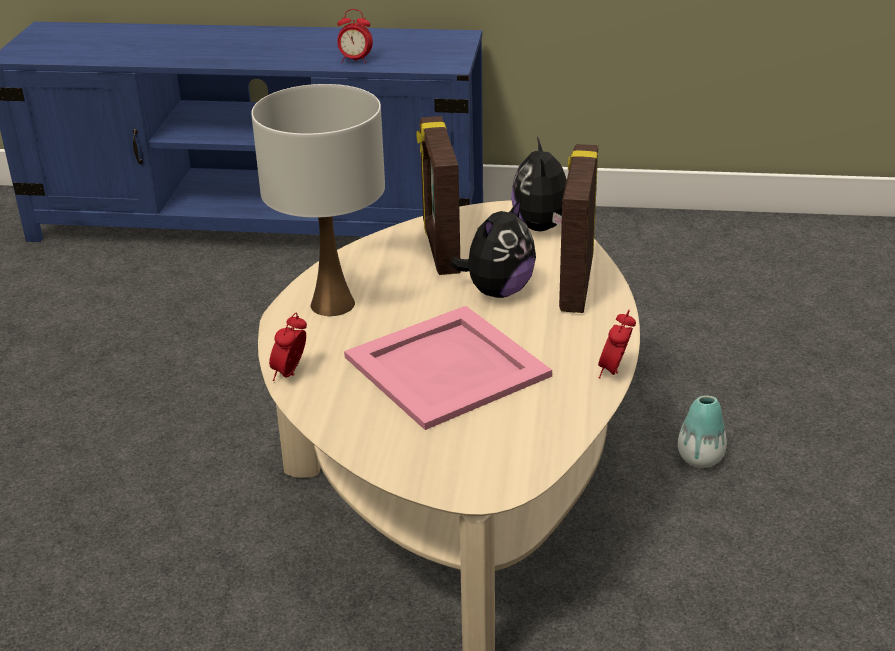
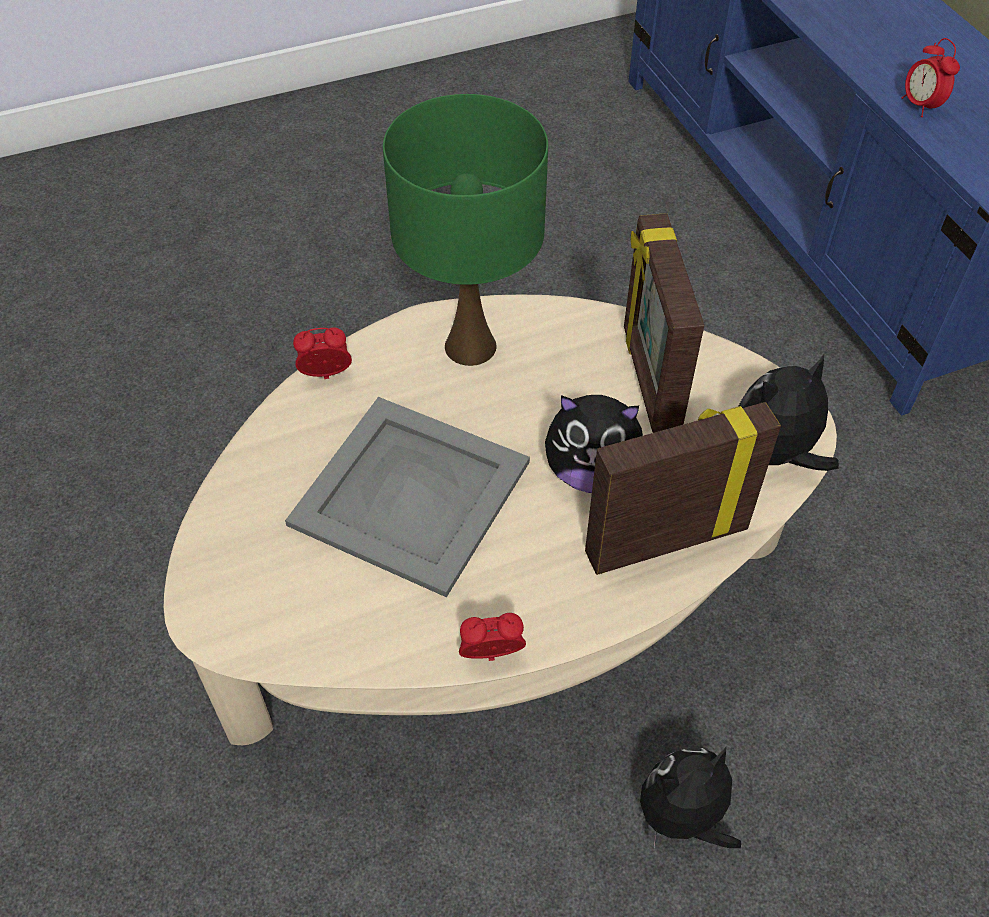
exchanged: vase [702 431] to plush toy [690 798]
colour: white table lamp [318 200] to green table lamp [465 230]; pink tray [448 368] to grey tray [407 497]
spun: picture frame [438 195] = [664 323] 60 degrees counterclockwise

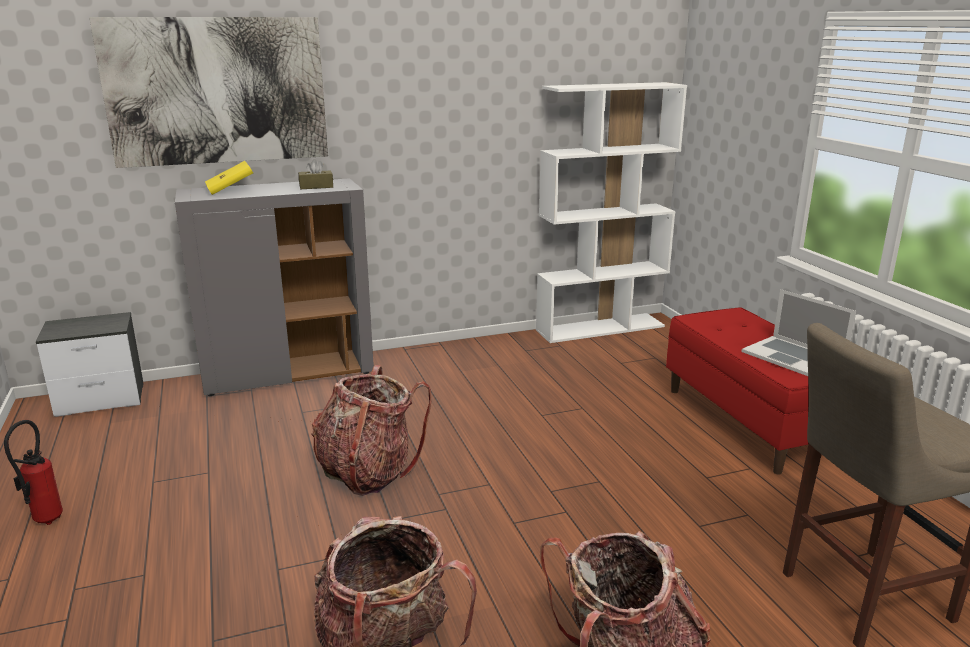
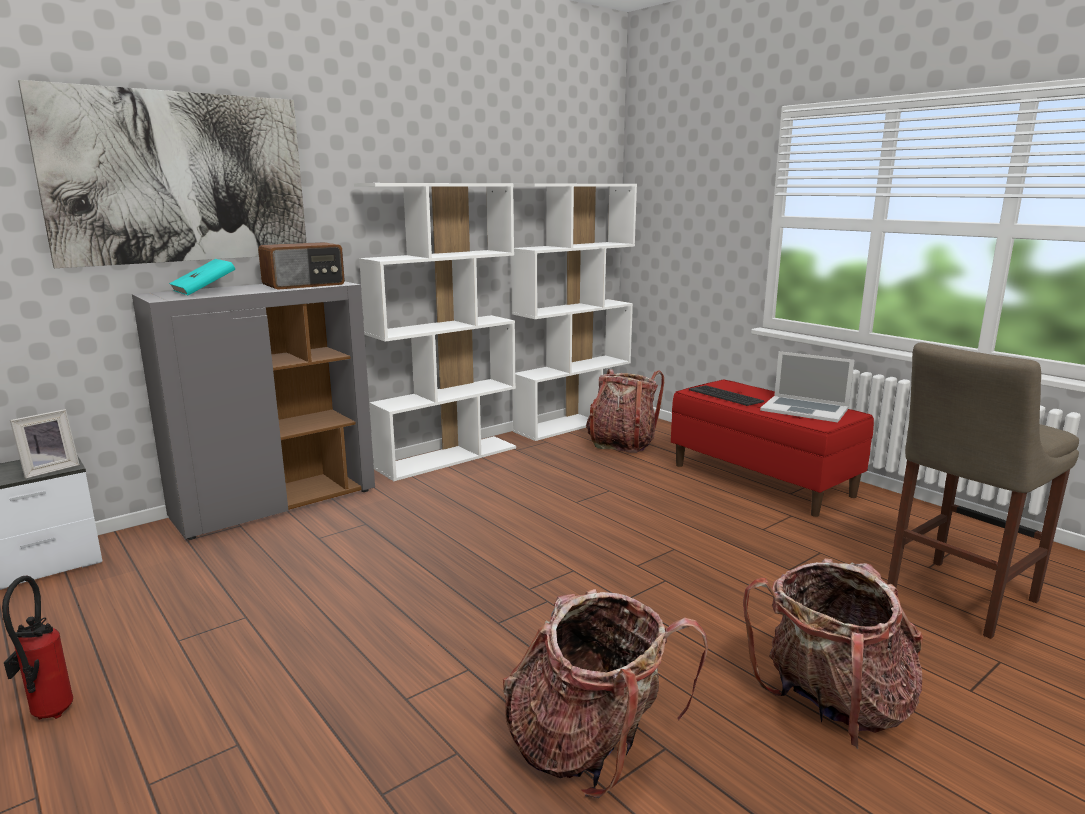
appeared: picture frame [45 444]; white bookcase [435 332]; keyboard [726 395]
relocated: backpack [372 430] to [625 411]
exchanged: brown tissue box [315 174] to radio [301 266]
colour: yellow book [229 178] to turquoise book [202 277]

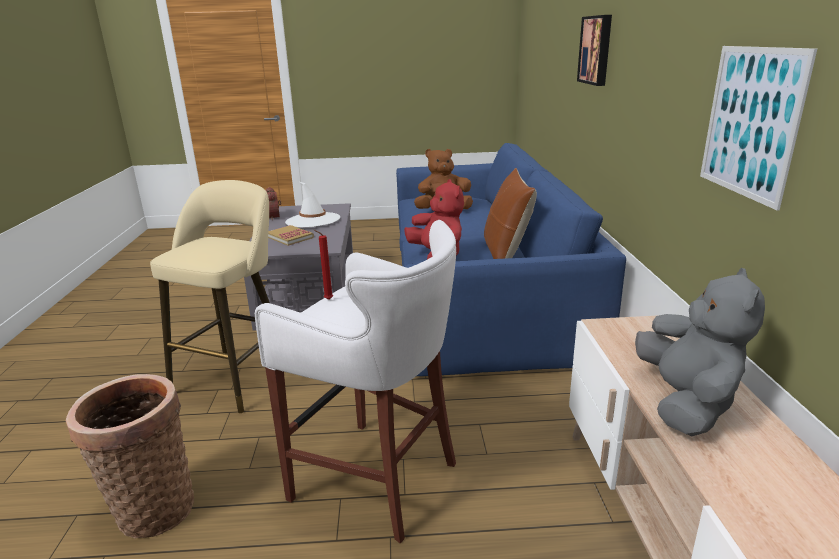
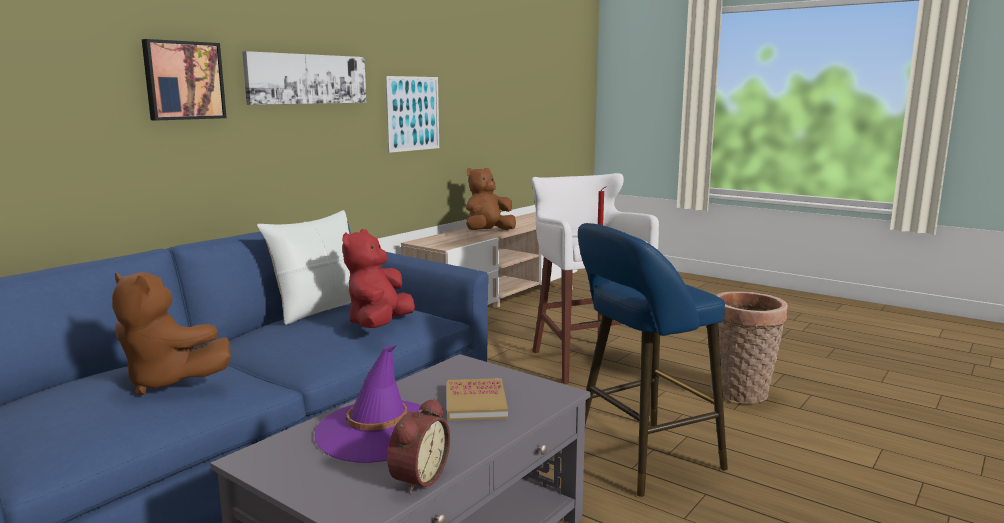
appeared: picture [304 78]
colour: beige stool [210 296] to blue stool [653 360]; white hat [312 205] to purple hat [369 404]; brown pillow [510 213] to white pillow [304 267]; grey plush toy [700 352] to brown plush toy [491 199]

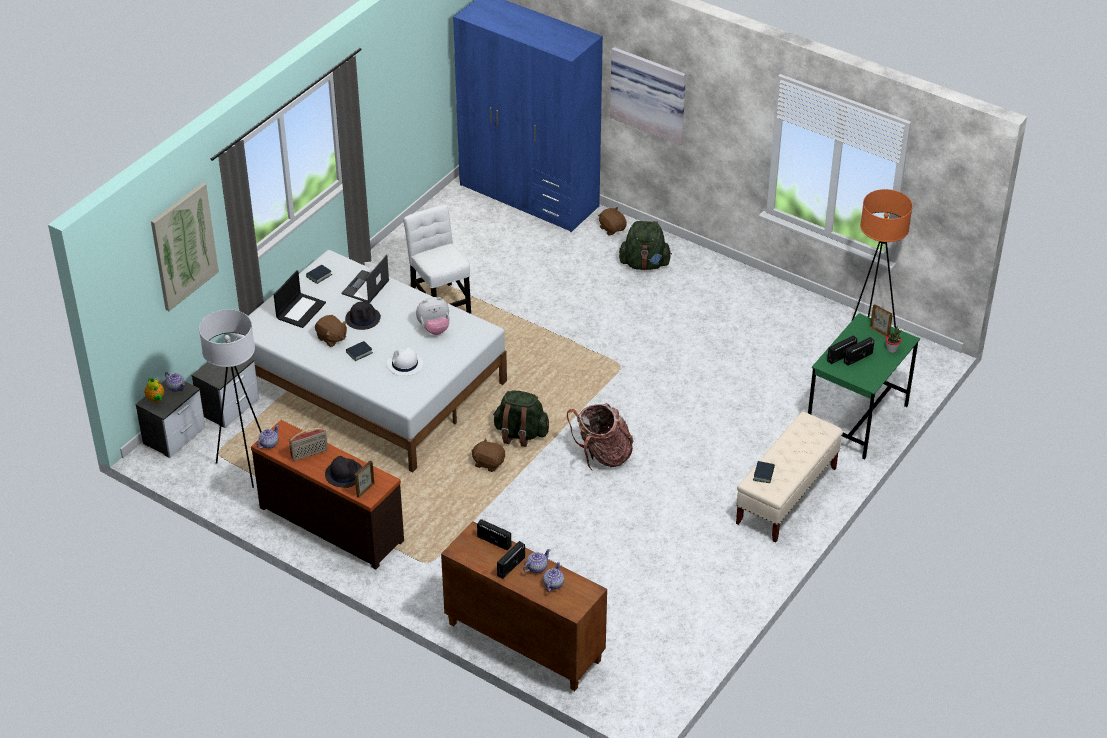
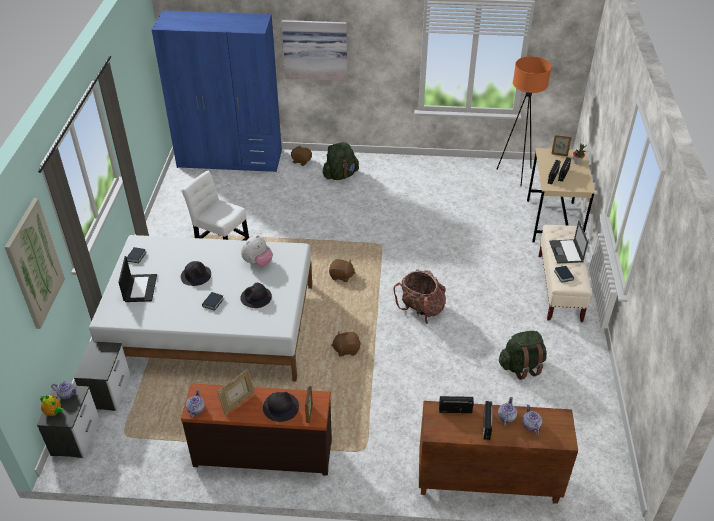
missing: white floor lamp [230 398]
relocated: brown plush toy [331 331] to [342 270]; laptop [365 279] to [568 242]; green backpack [521 419] to [523 355]
exchanged: radio [308 444] to picture frame [236 392]
colour: white hat [405 362] to black hat [256 295]; green desk [864 386] to beige desk [561 195]

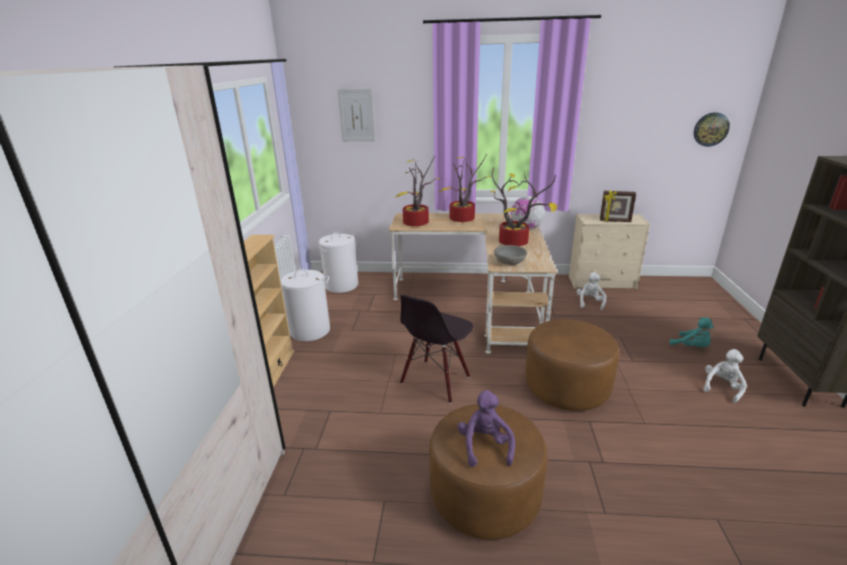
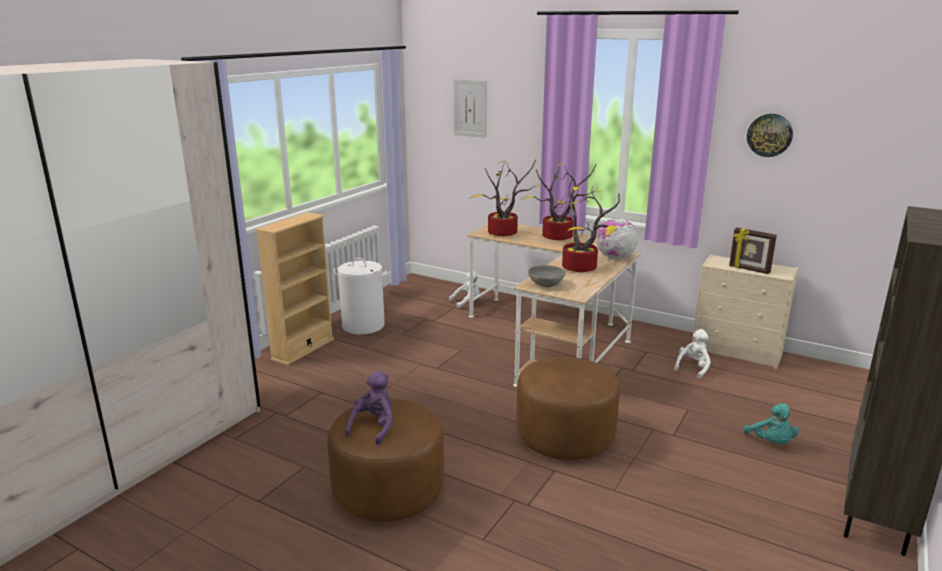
missing: white laundry basket [338 262]; black chair [437 349]
relocated: wall clock [712 129] to [770 135]; white plush toy [725 376] to [464 290]

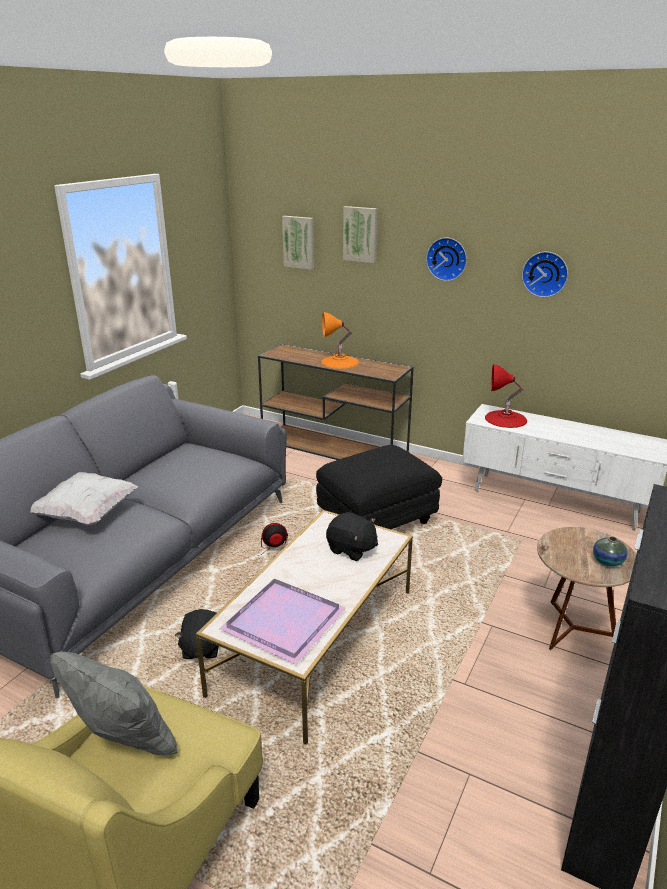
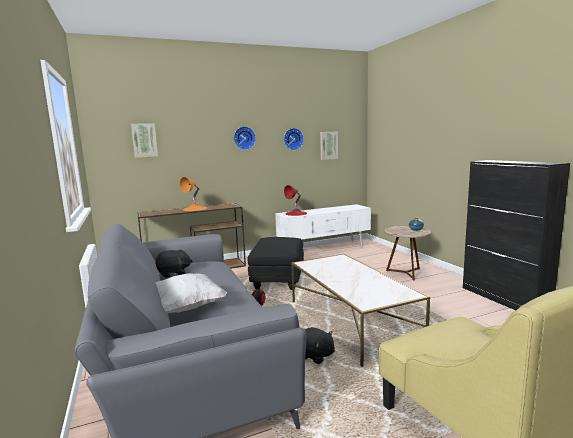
missing: grey pillow [114 703]; purple tray [282 622]
relocated: black plush toy [352 536] to [173 264]; picture [360 234] to [329 146]

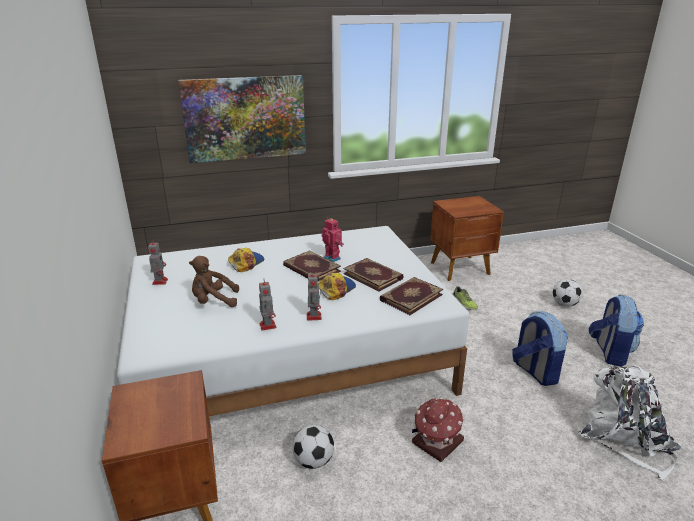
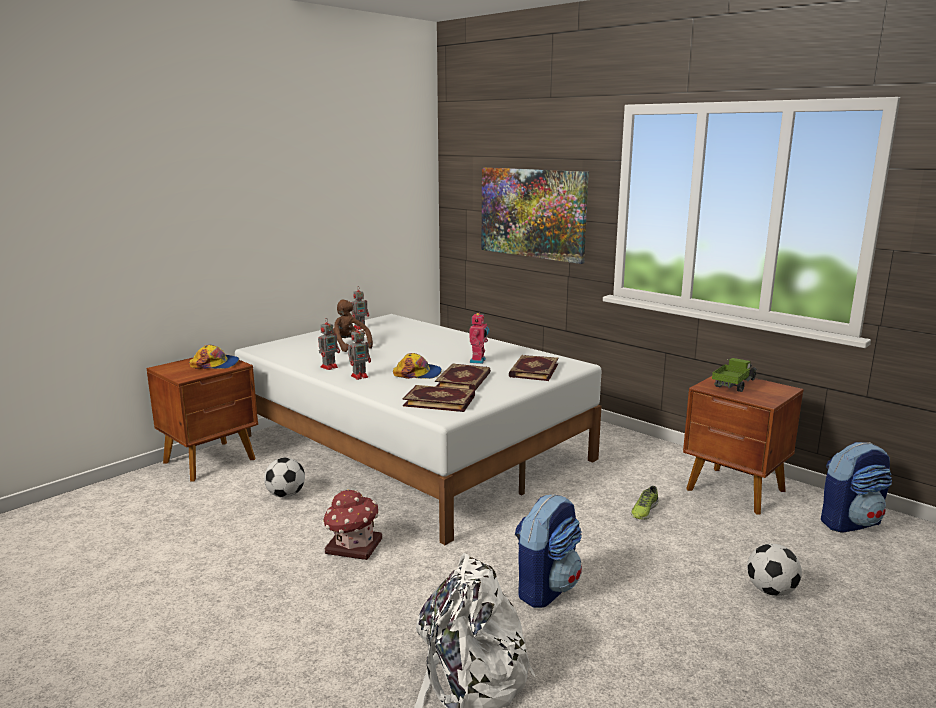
appeared: toy truck [734 375]
relocated: cap [246 260] to [214 357]; book [312 266] to [533 368]; backpack [616 330] to [856 487]

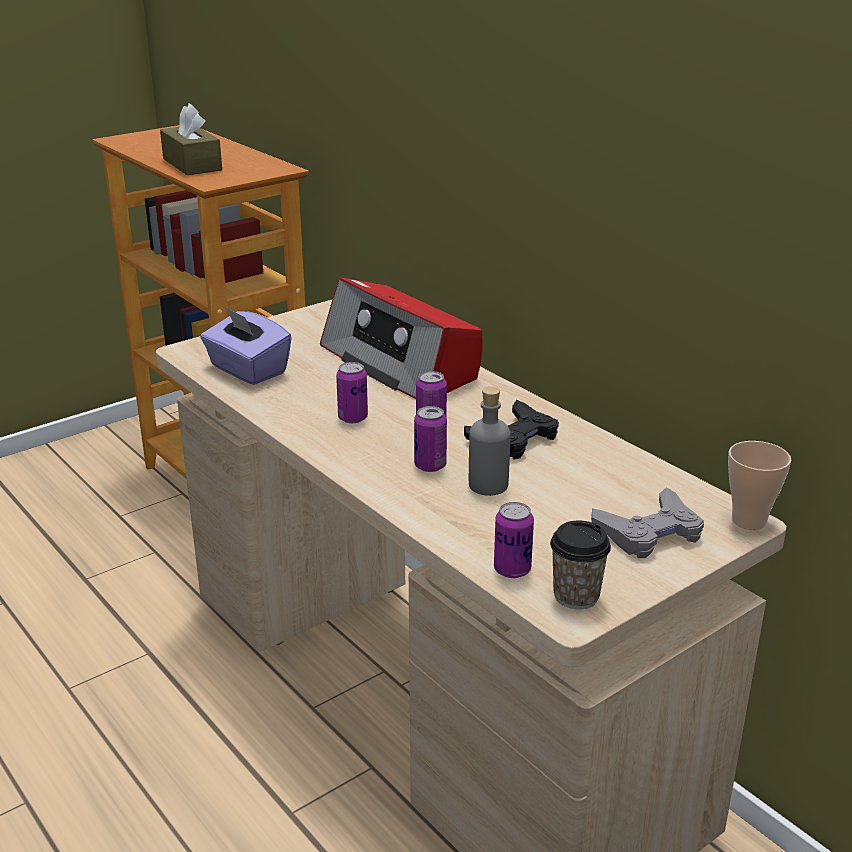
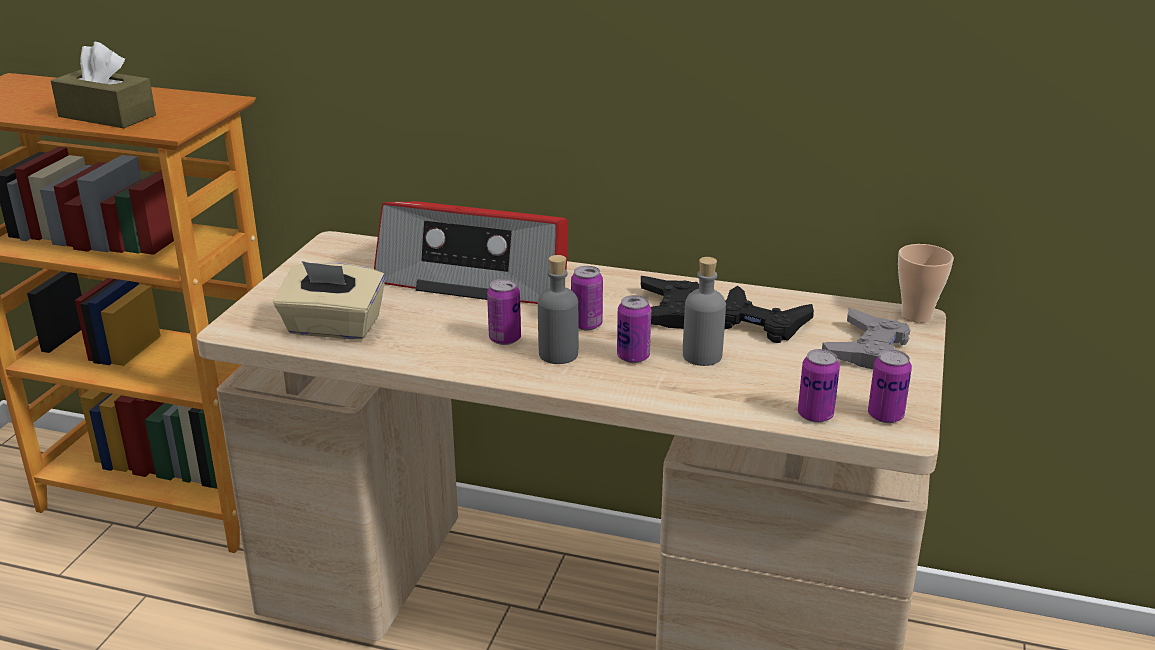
appeared: grey bottle [558 309]; black game controller [769 314]
exchanged: cup [580 565] to can [890 386]
colour: purple tissue box [246 345] to beige tissue box [329 300]

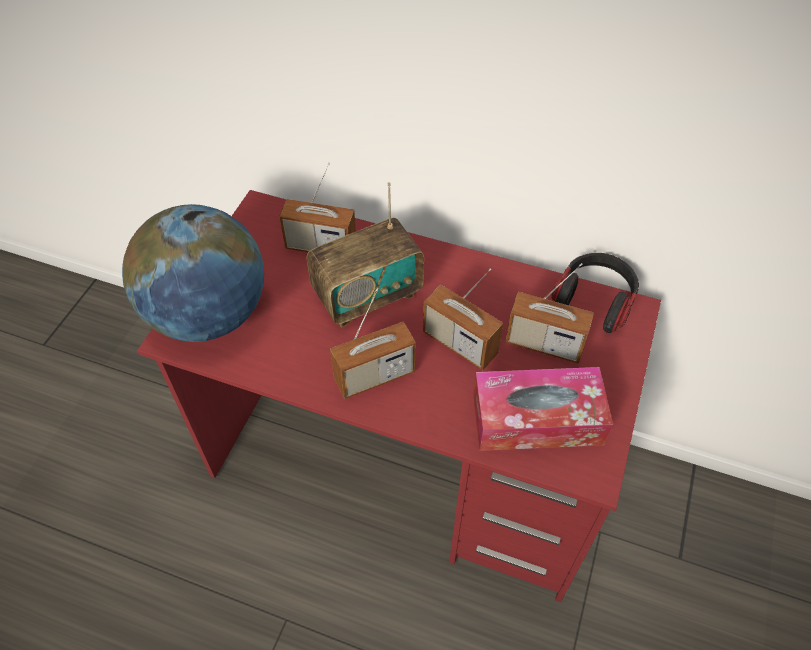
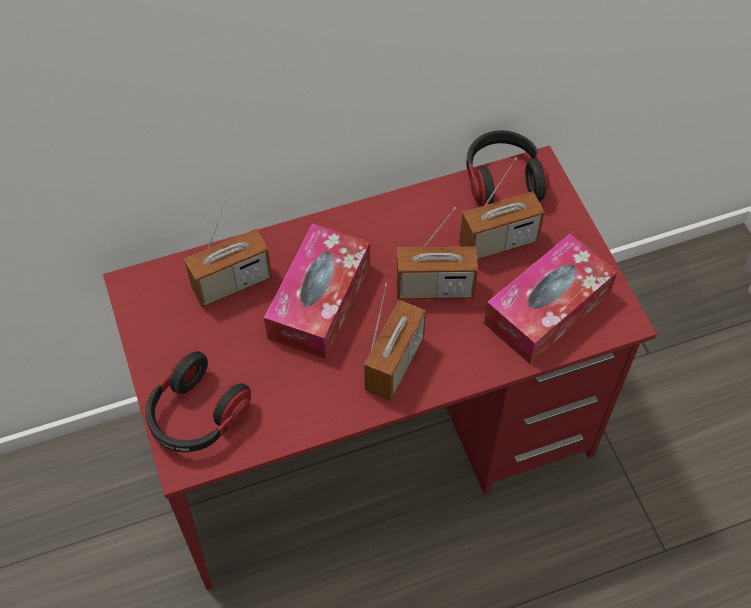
exchanged: globe [193 273] to headphones [198 401]; radio [365 255] to tissue box [317 291]

